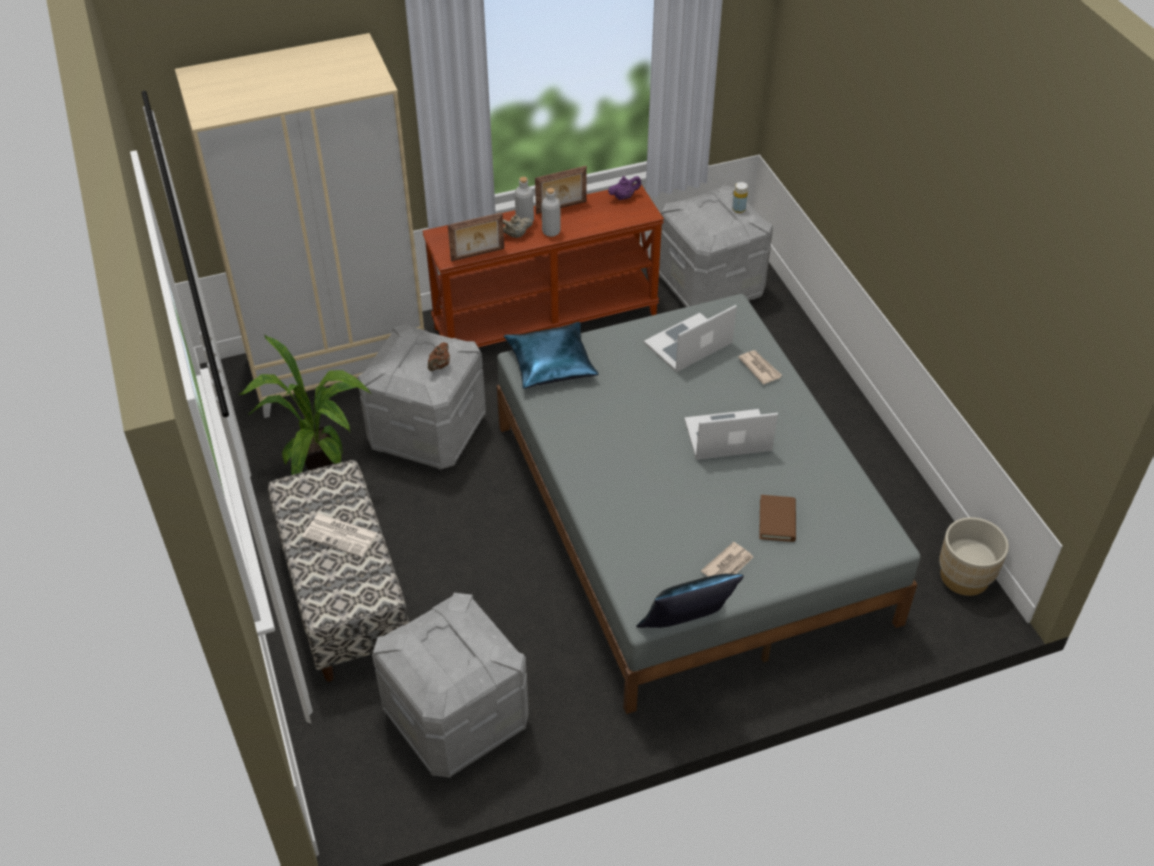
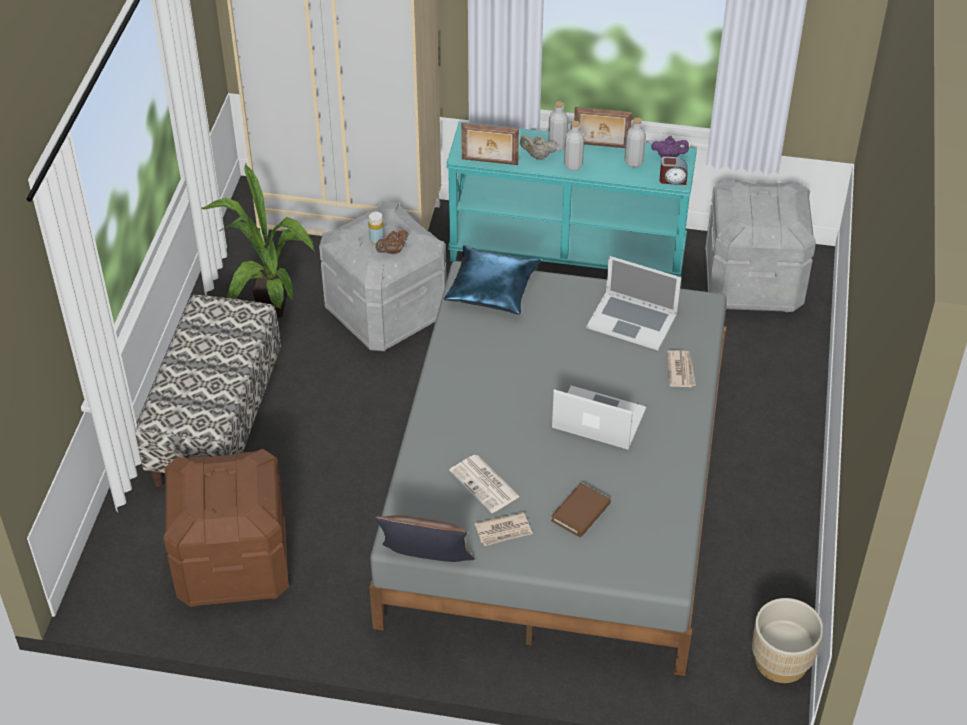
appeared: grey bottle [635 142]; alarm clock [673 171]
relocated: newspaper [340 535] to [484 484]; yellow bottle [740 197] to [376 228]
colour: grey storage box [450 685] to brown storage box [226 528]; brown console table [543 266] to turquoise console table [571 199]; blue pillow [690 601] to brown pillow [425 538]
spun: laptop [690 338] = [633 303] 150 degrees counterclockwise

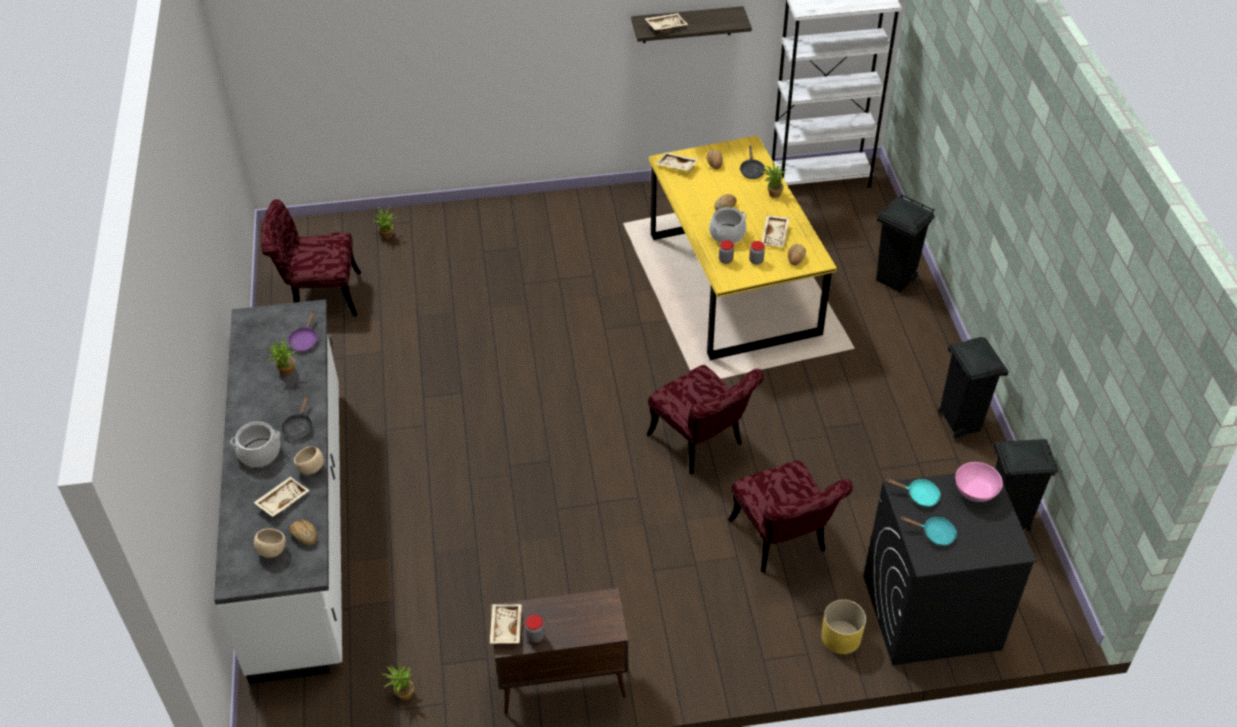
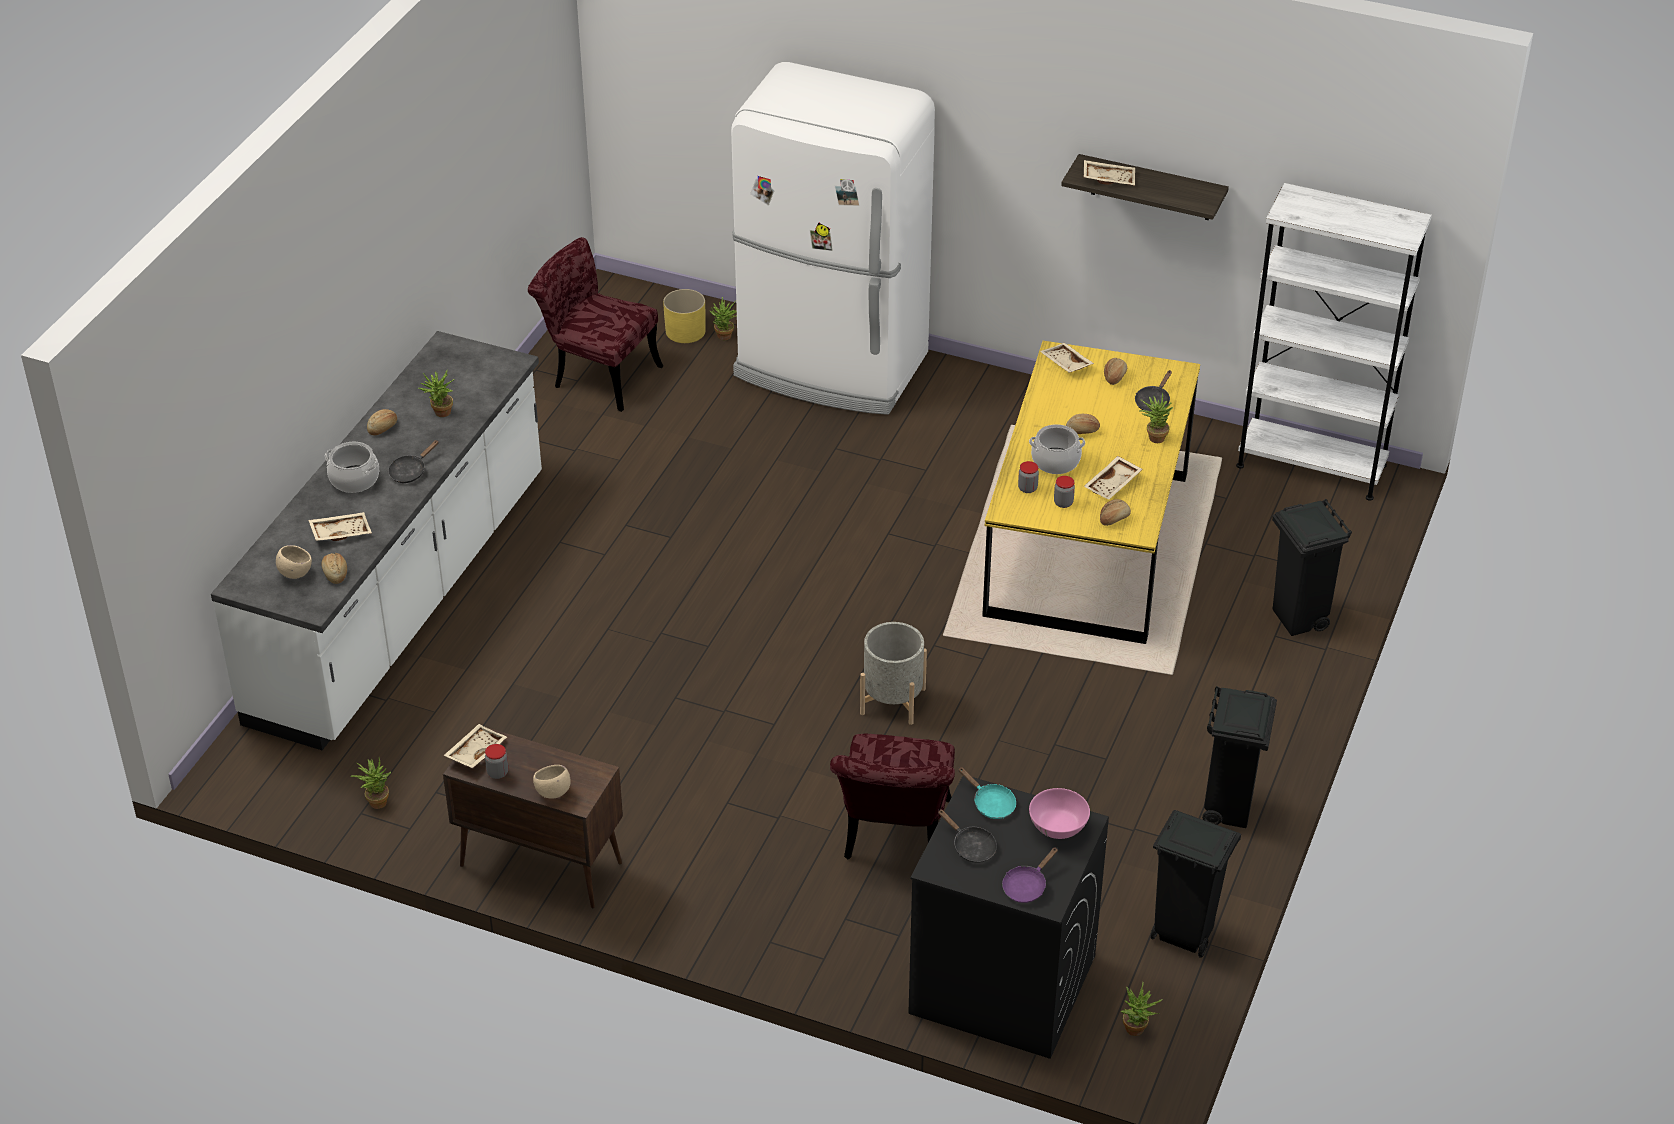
appeared: bread [382 422]; white fridge [833 238]; potted plant [1141 1009]
relocated: purple frying pan [302 331] to [1030 875]; beige bowl [309 460] to [552 782]; yellow planter [843 626] to [684 316]
exchanged: red chair [705 419] to grey planter [893 673]
colour: turquoise frying pan [928 531] to black frying pan [967 836]

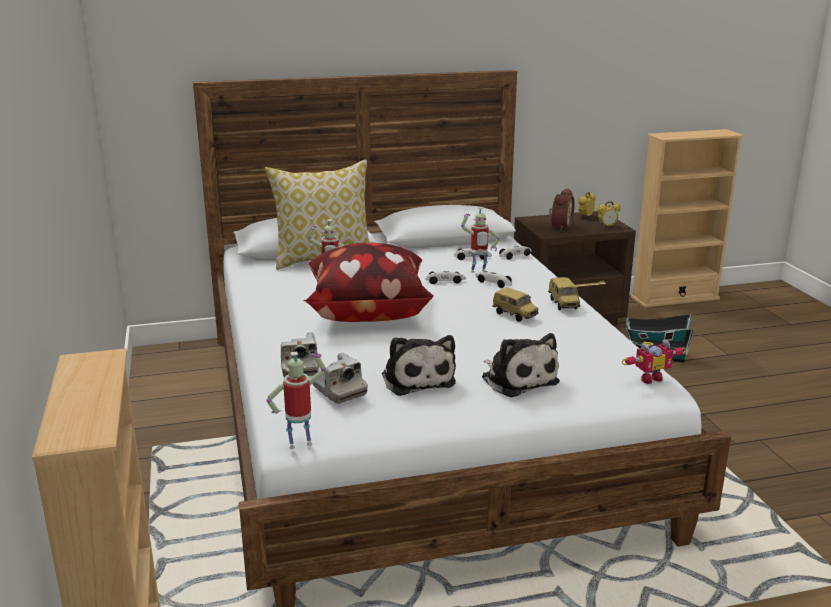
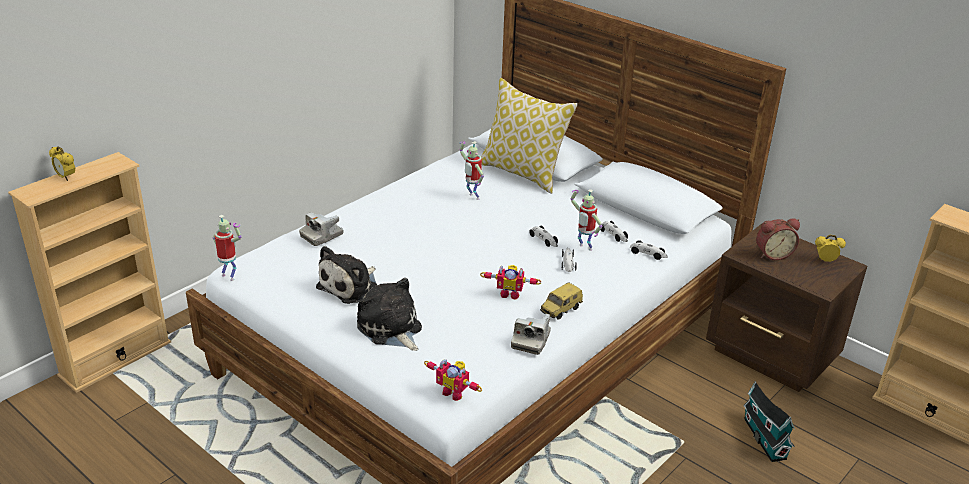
missing: pillow [368 282]
relocated: photo camera [340 378] to [531 334]; alarm clock [609 214] to [62 163]
exchanged: toy car [515 305] to toy robot [511 282]
spun: plush toy [521 365] = [389 314] 120 degrees clockwise

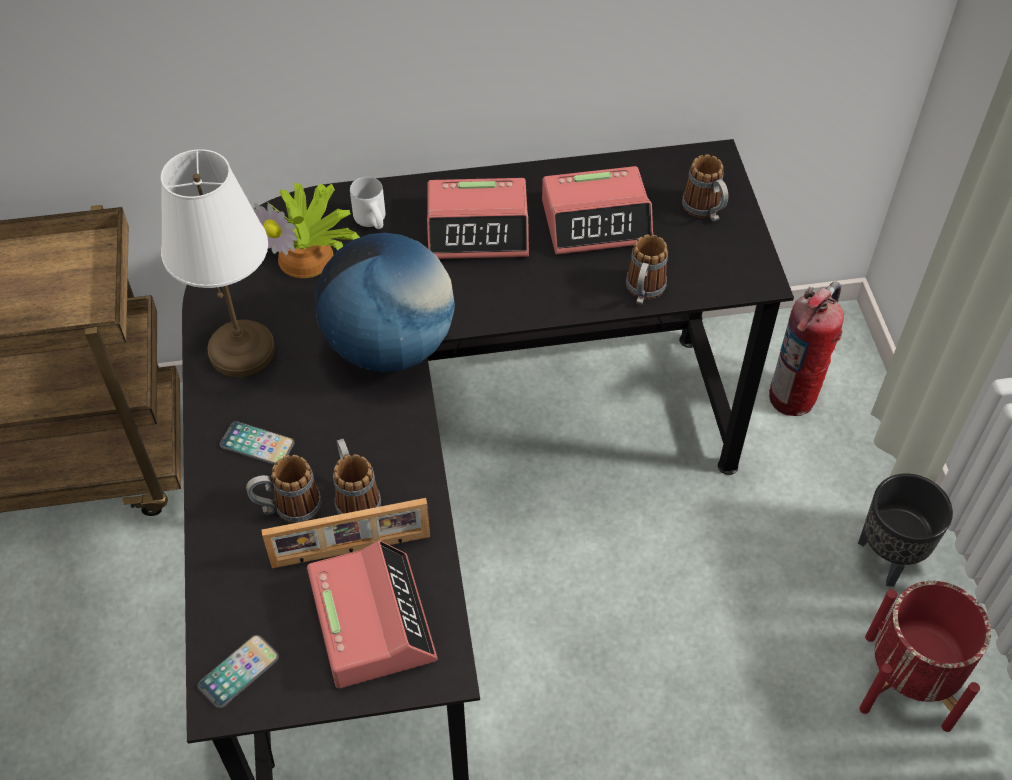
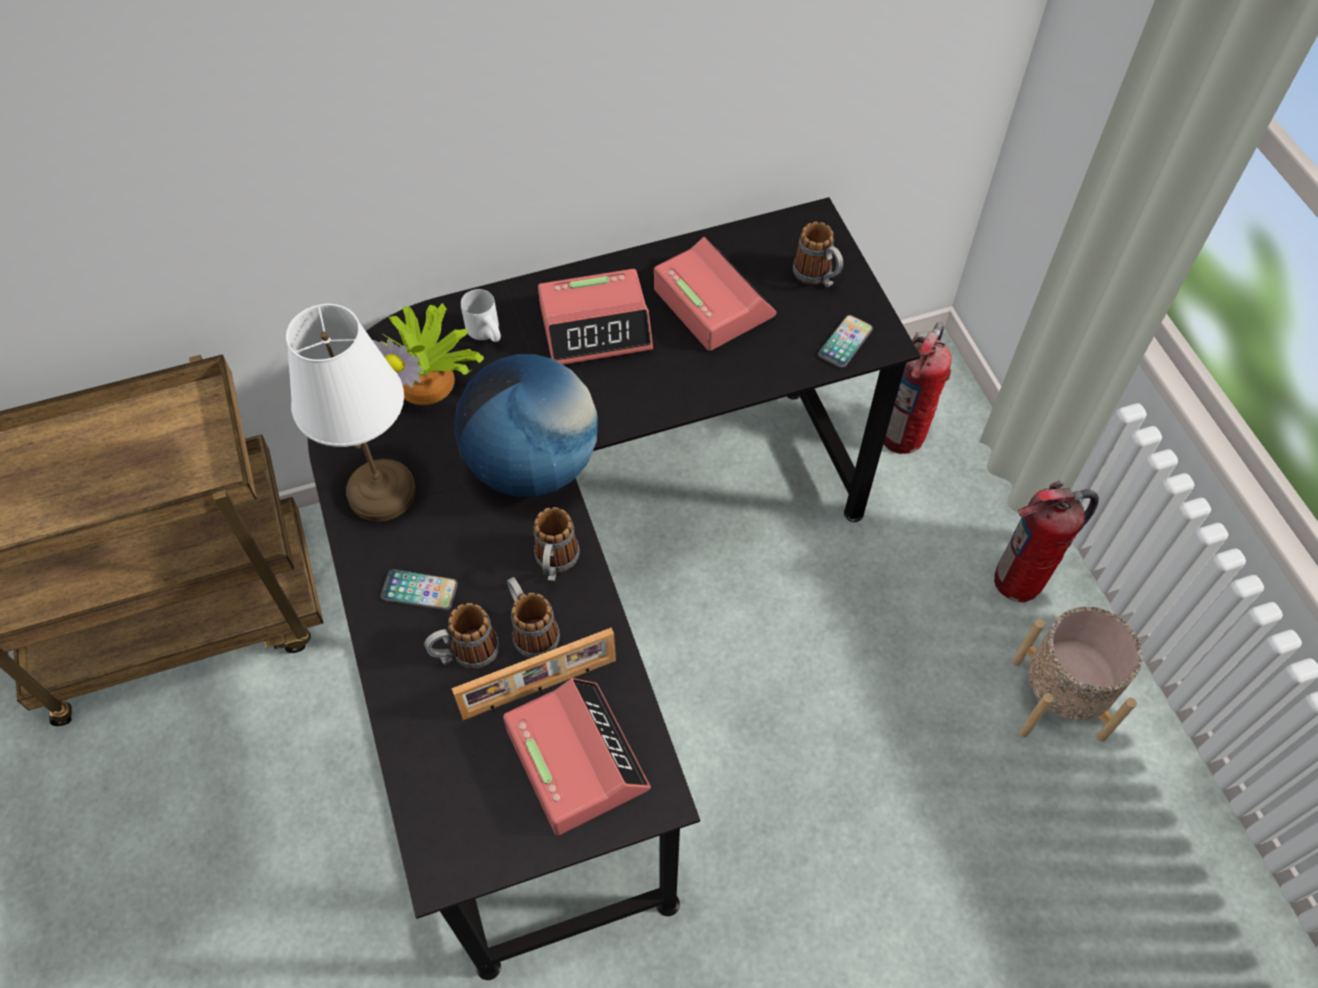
relocated: phone [238 671] to [845 341]; mug [647 269] to [557 544]
exchanged: black planter [905 530] to fire extinguisher [1046 541]
colour: red planter [925 656] to beige planter [1077 674]
spun: alarm clock [597 210] = [715 294] 105 degrees counterclockwise

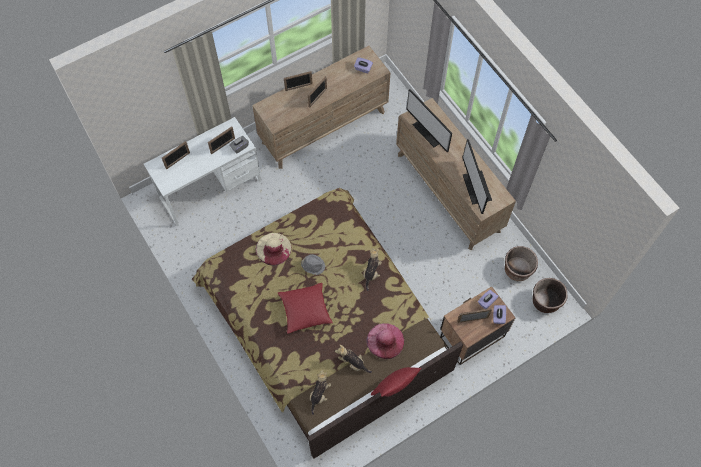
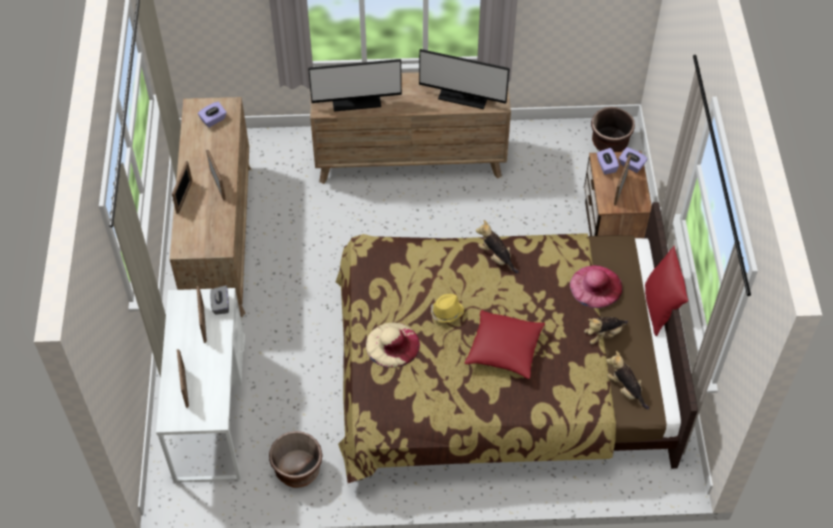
relocated: brown planter [521 263] to [296 459]
colour: grey hat [313 264] to yellow hat [447 308]

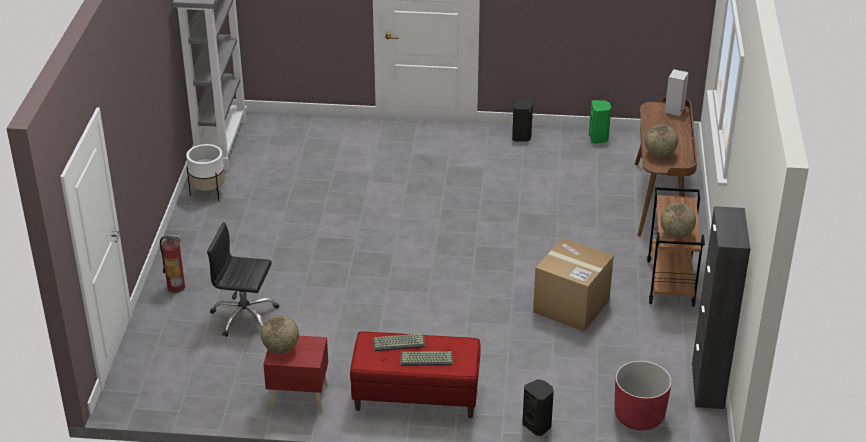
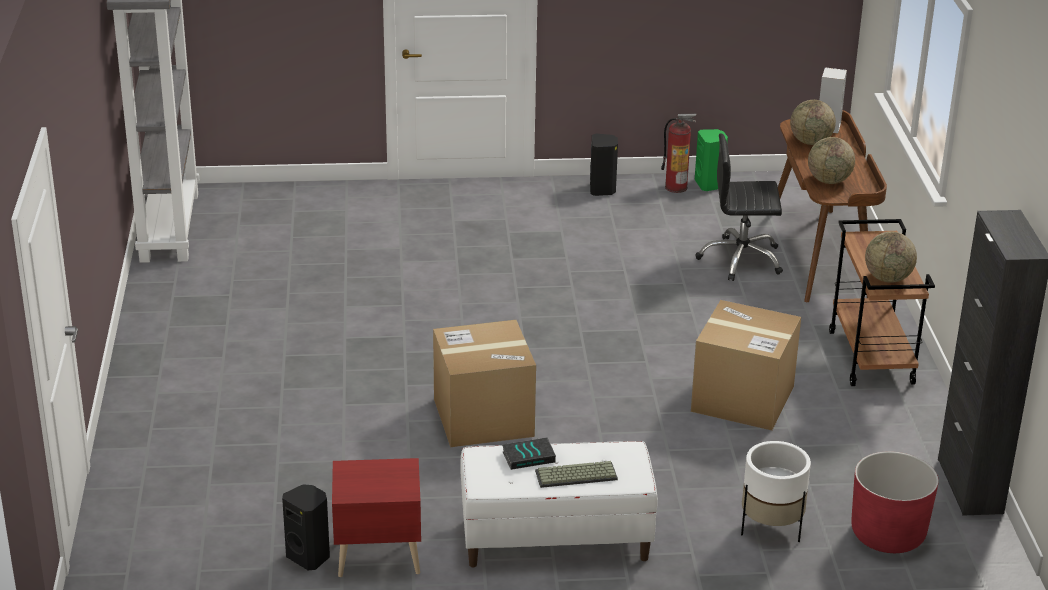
appeared: cardboard box [484 383]
relocated: fire extinguisher [172 263] to [679 153]; white planter [205 172] to [776 491]; black office chair [243 279] to [739 207]; globe [280 334] to [813 122]; black speaker [538 407] to [306 527]
exchanged: keyboard [399 342] to book [529 453]
colour: red bench [415 375] to white bench [559 504]

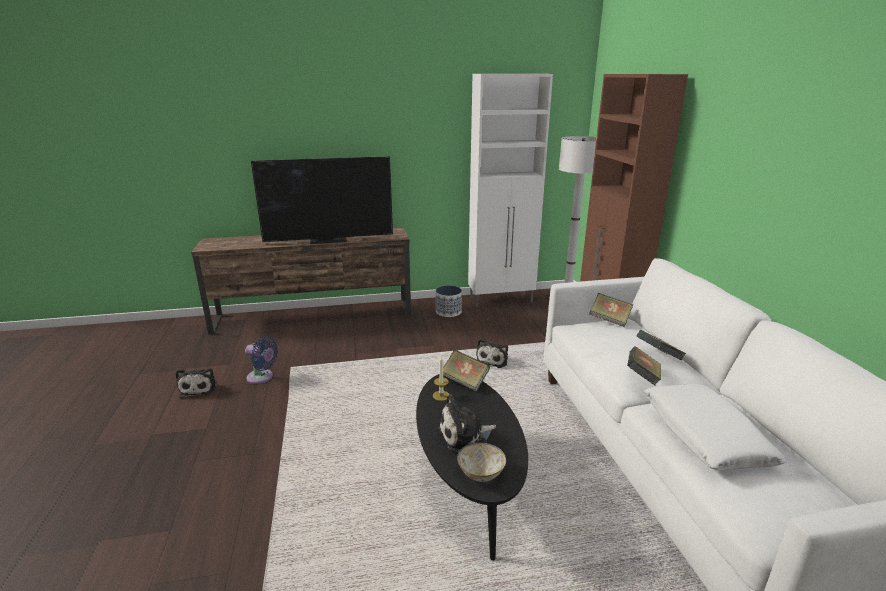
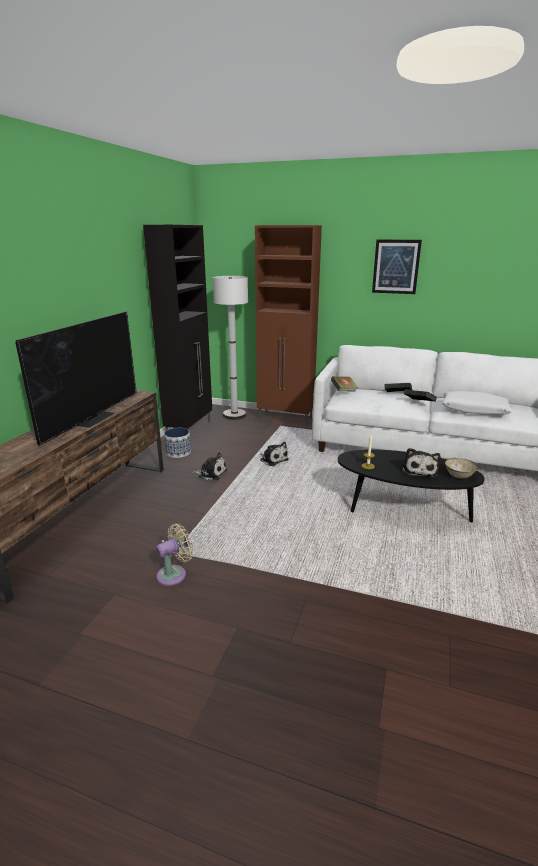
missing: book [466 371]
appeared: picture [397 267]
relocated: plush toy [195 383] to [210 466]
colour: blue fan [261 360] to beige fan [174 555]; white cabinet [510 190] to black cabinet [177 327]

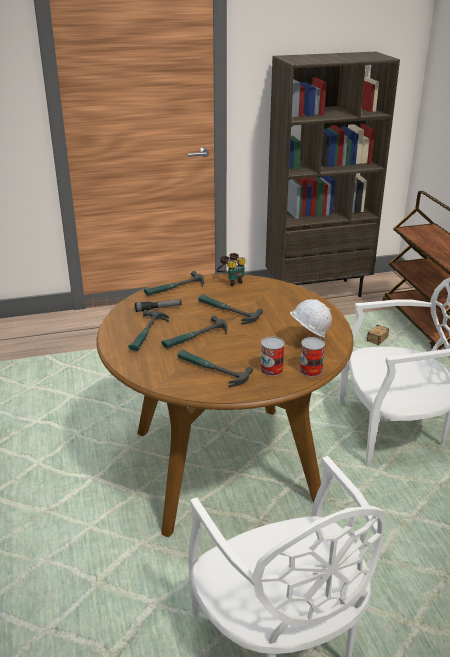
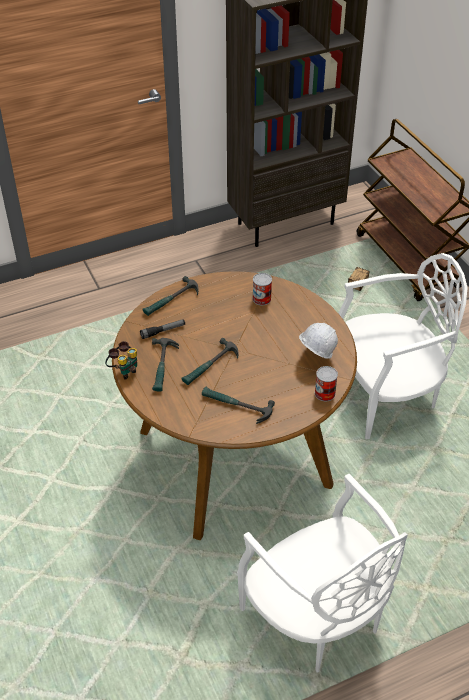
missing: hammer [231 309]
relocated: binoculars [230 269] to [121 360]; can [272 356] to [262 289]

